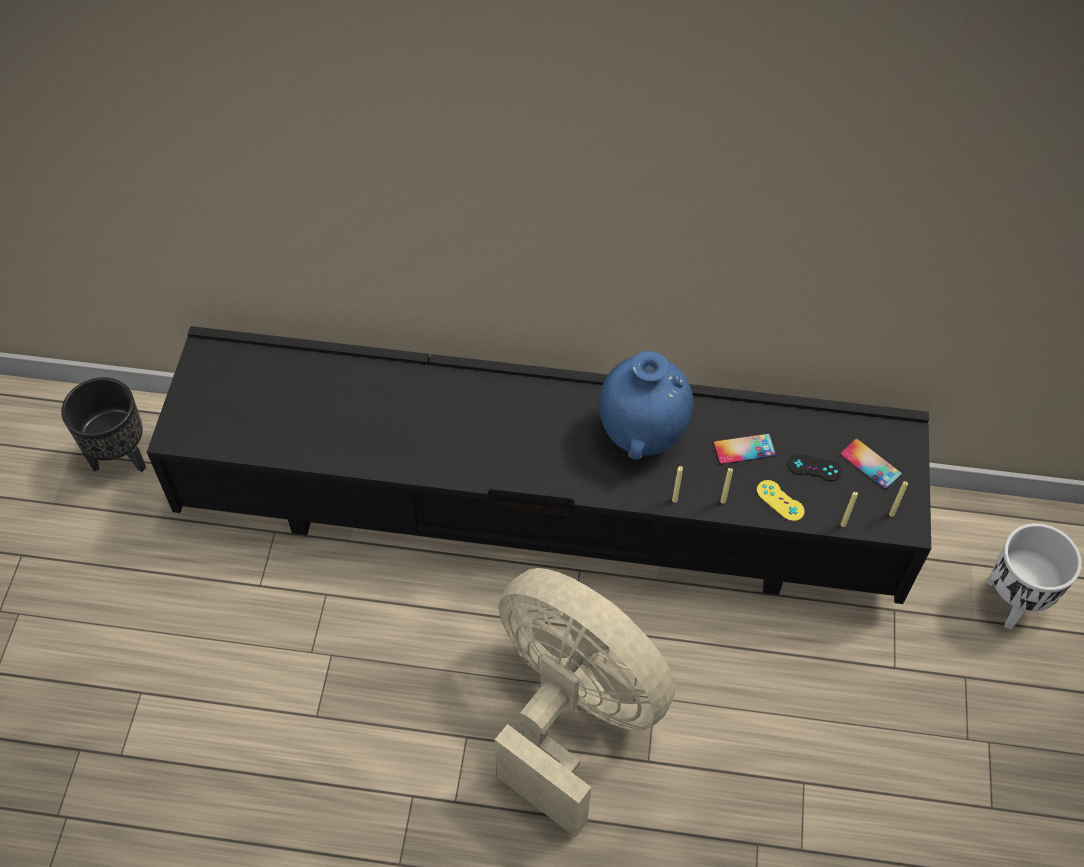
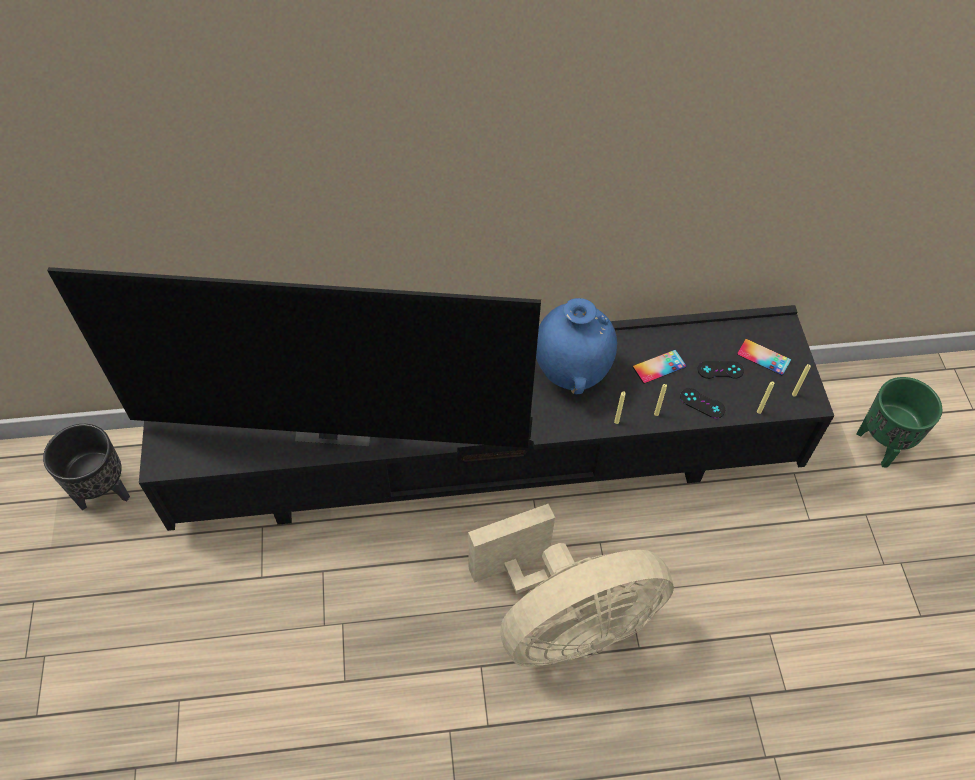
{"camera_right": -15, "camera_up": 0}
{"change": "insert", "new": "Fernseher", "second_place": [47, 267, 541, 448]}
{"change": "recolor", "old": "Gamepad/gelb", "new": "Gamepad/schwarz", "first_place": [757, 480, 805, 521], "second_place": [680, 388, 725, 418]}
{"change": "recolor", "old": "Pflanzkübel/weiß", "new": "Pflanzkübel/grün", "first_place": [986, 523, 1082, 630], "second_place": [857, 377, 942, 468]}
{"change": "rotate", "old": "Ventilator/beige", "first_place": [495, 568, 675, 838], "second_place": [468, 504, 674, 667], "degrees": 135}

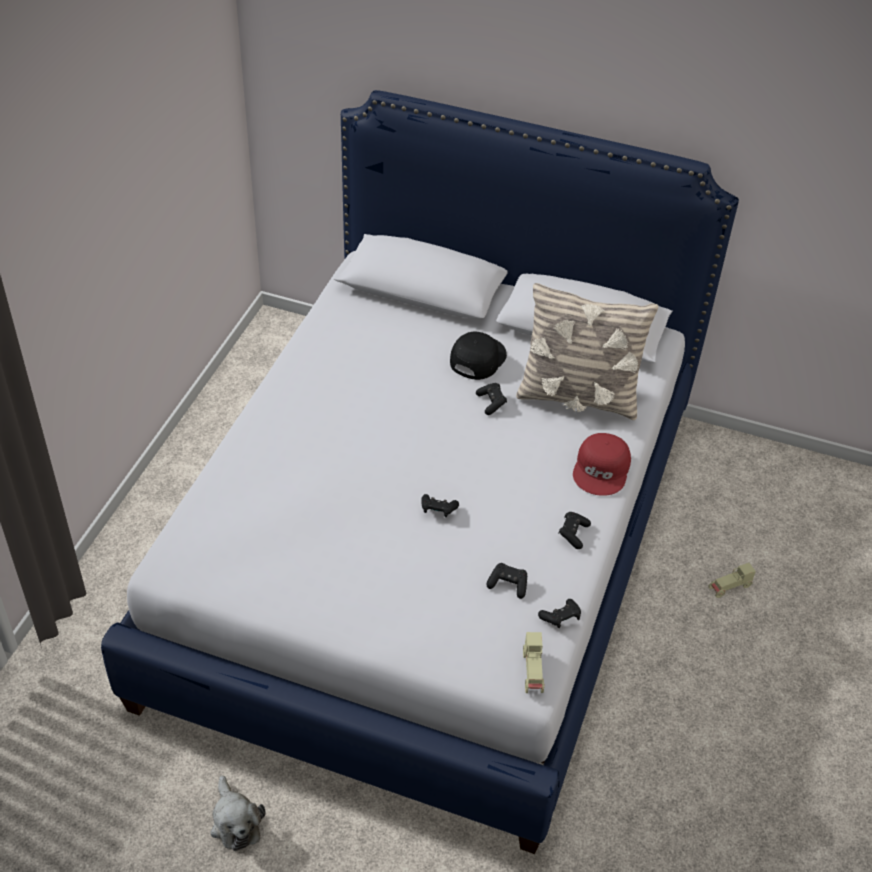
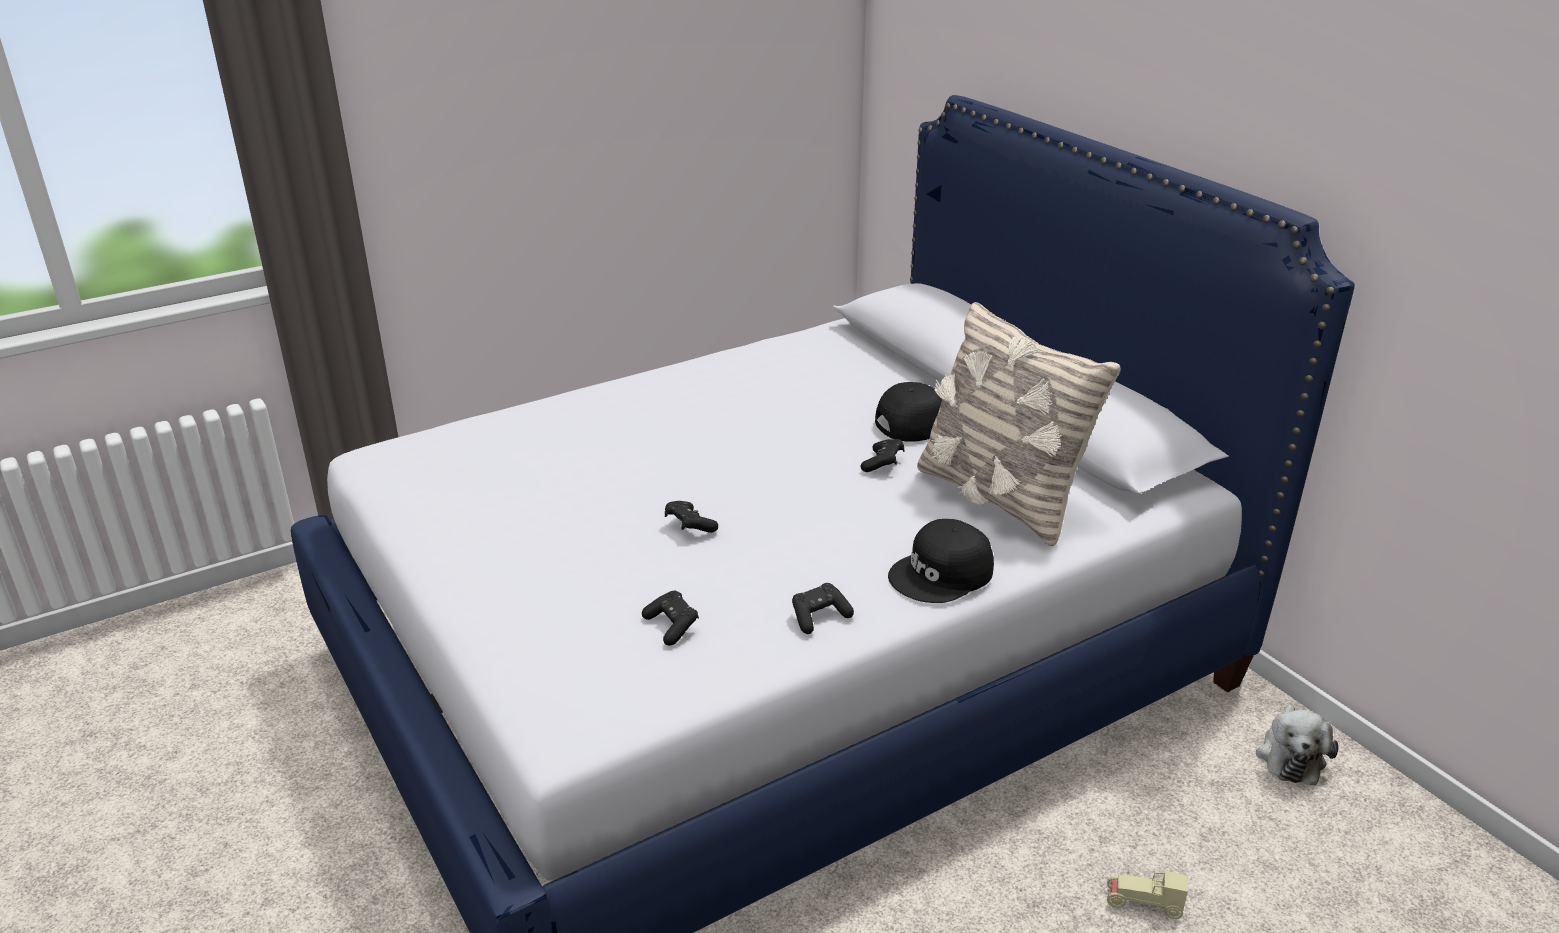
{"camera_right": 40, "camera_up": -15}
{"change": "delete", "old": "Spielzeugauto/beige", "first_place": [523, 632, 545, 693]}
{"change": "delete", "old": "Gamepad/schwarz", "first_place": [538, 599, 581, 628]}
{"change": "move", "old": "Plüschtier", "first_place": [211, 775, 266, 851], "second_place": [1256, 704, 1338, 785]}
{"change": "recolor", "old": "Kappe/rot", "new": "Kappe/schwarz", "first_place": [573, 433, 631, 496], "second_place": [888, 519, 994, 603]}

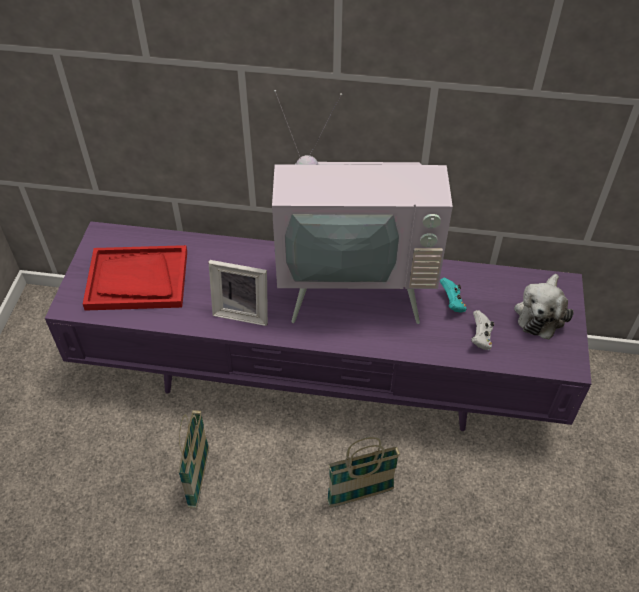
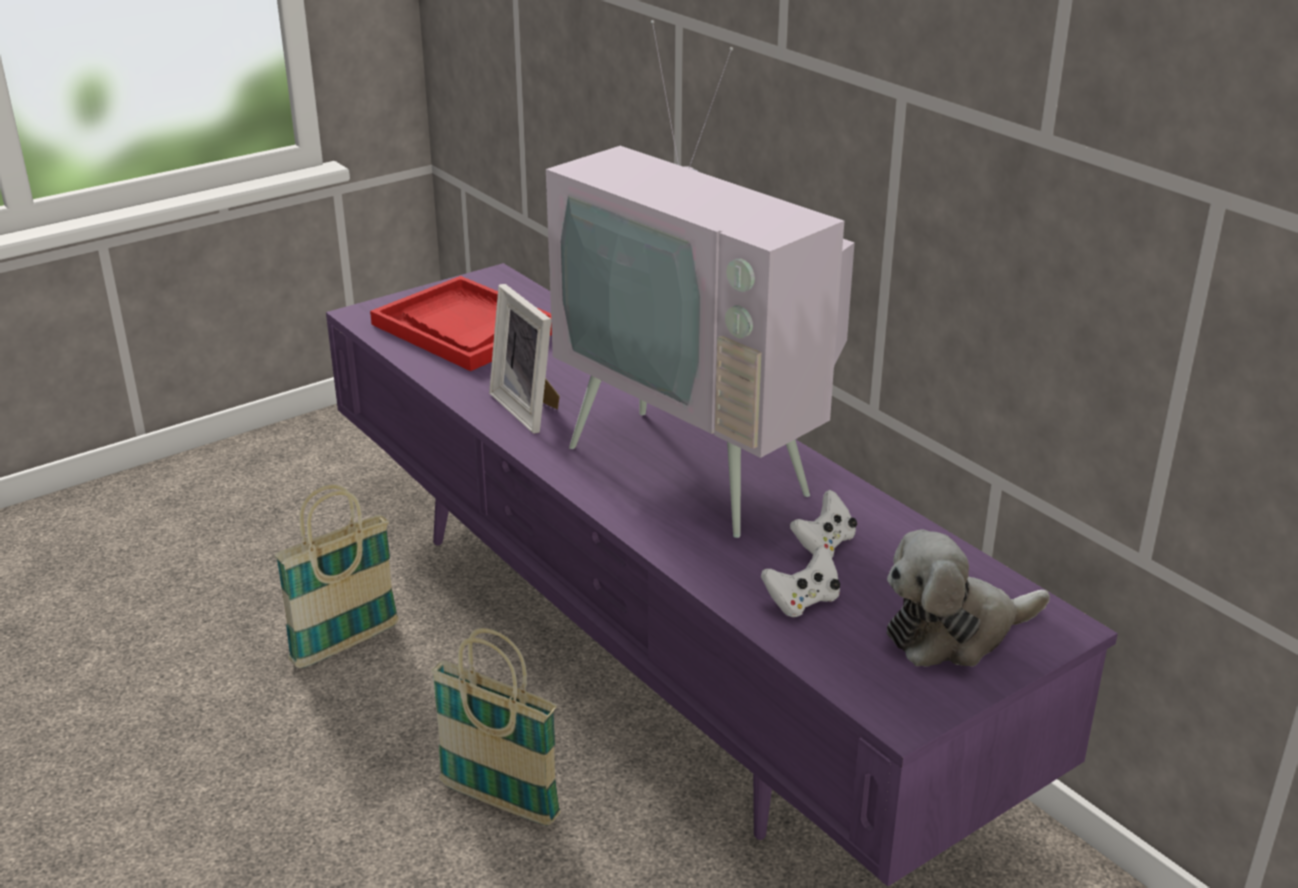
{"camera_right": 45, "camera_up": -20}
{"change": "recolor", "old": "Gamepad/türkis", "new": "Gamepad/weiß", "first_place": [440, 278, 467, 313], "second_place": [790, 490, 857, 557]}

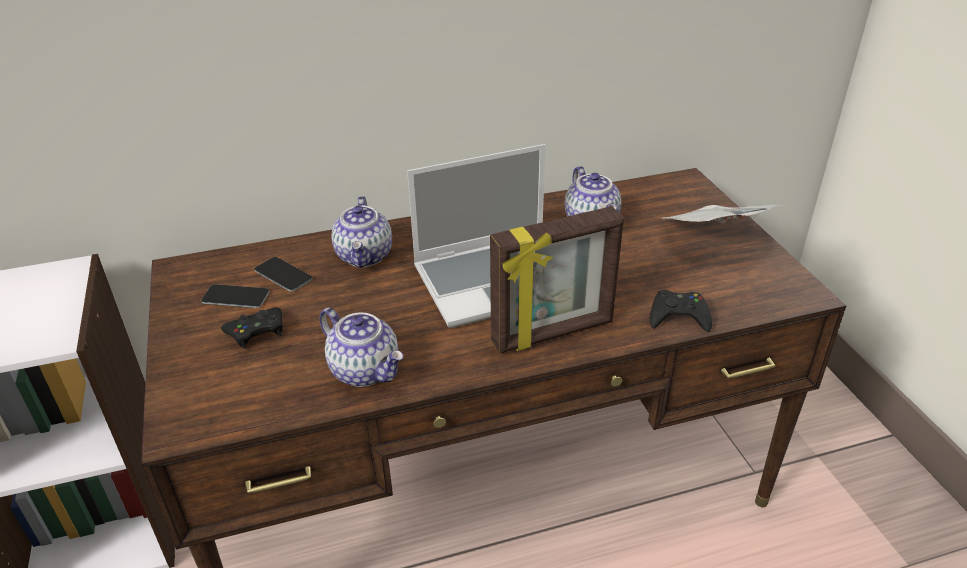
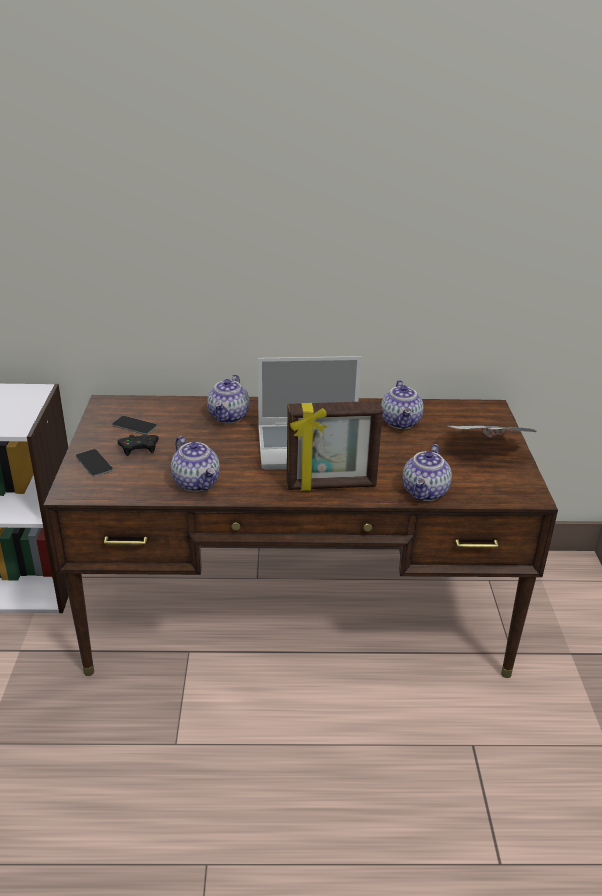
{"camera_right": 15, "camera_up": -5}
{"change": "move", "old": "Handy", "first_place": [254, 257, 312, 292], "second_place": [76, 449, 113, 476]}
{"change": "replace", "old": "Gamepad/schwarz", "new": "Teekanne", "first_place": [650, 290, 712, 332], "second_place": [403, 444, 452, 501]}

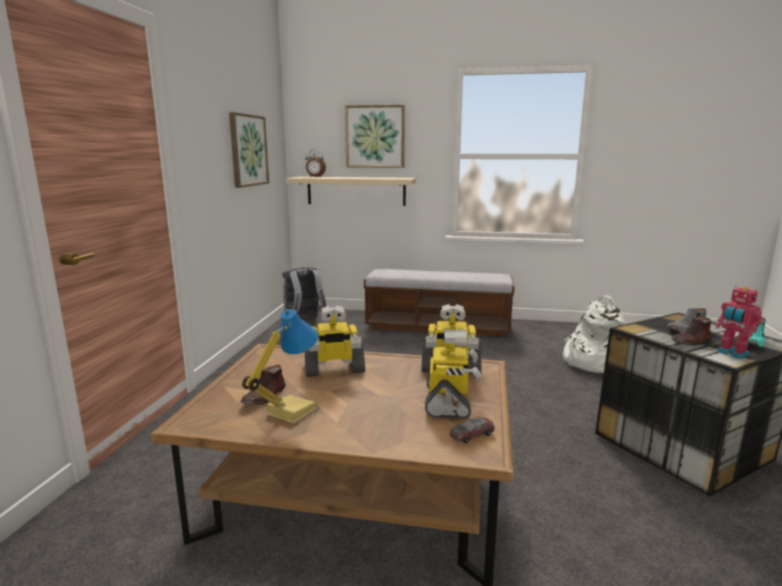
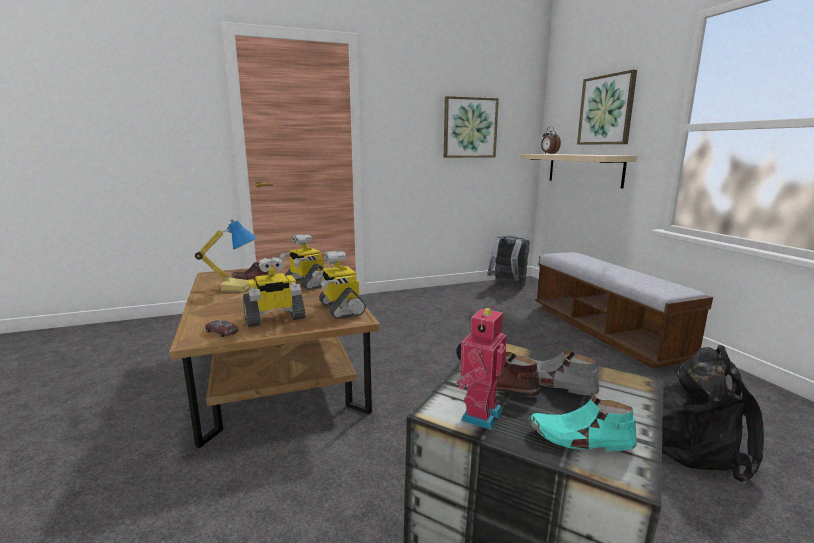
{"camera_right": 60, "camera_up": 0}
{"change": "recolor", "old": "Rucksack/weiß", "new": "Rucksack/schwarz", "first_place": [563, 296, 626, 373], "second_place": [662, 345, 764, 482]}

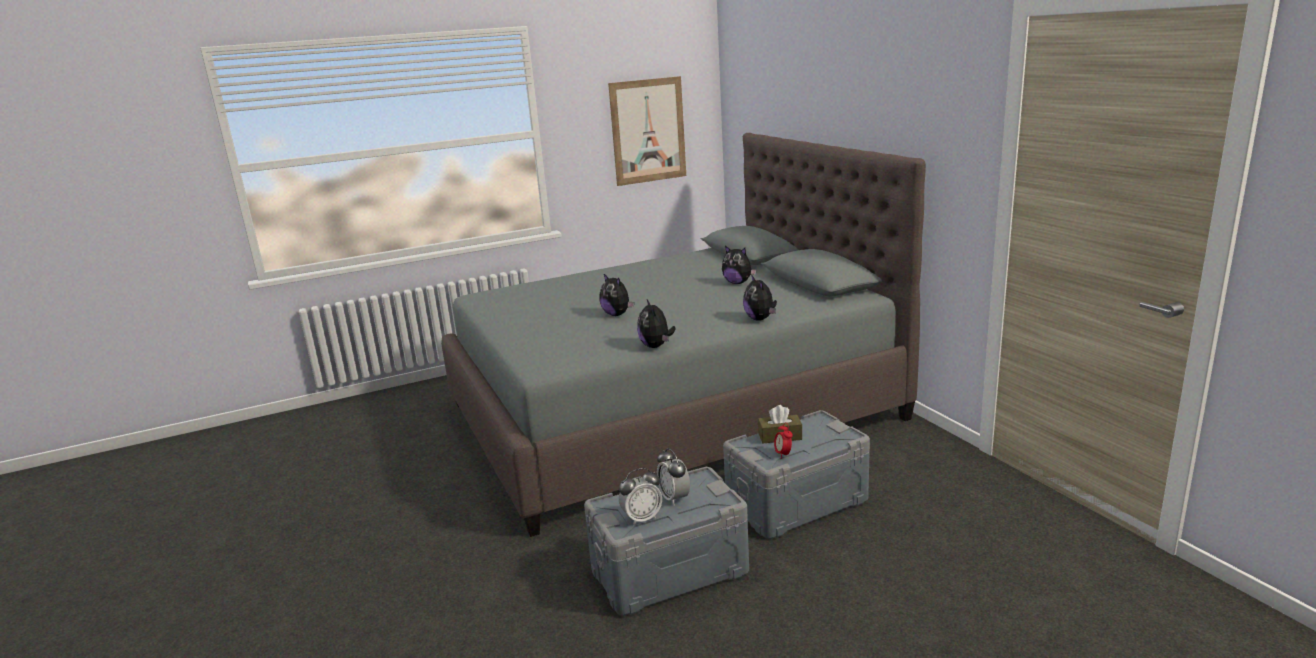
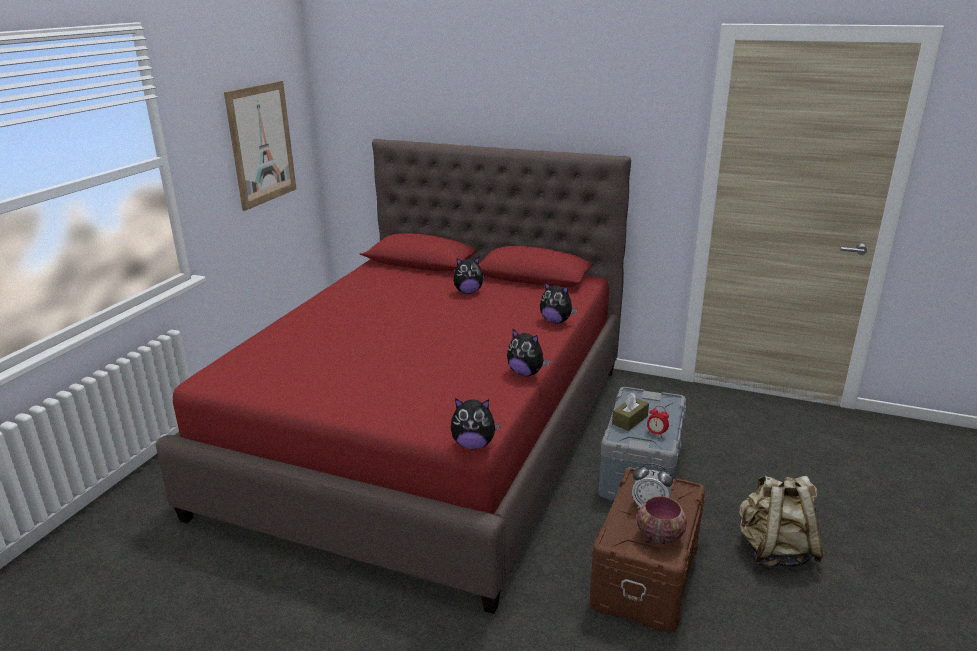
{"camera_right": -45, "camera_up": 5}
{"change": "insert", "new": "Rucksack/beige", "second_place": [739, 476, 824, 567]}
{"change": "move", "old": "Plüschtier", "first_place": [599, 274, 634, 316], "second_place": [451, 398, 500, 449]}
{"change": "replace", "old": "Wecker", "new": "Schüssel", "first_place": [619, 468, 662, 525], "second_place": [637, 496, 687, 544]}
{"change": "recolor", "old": "Bett/grau", "new": "Bett/rot", "first_place": [441, 133, 926, 537], "second_place": [156, 139, 631, 614]}
{"change": "recolor", "old": "Aufbewahrungsbox/grau", "new": "Aufbewahrungsbox/braun", "first_place": [584, 467, 749, 615], "second_place": [590, 468, 705, 633]}

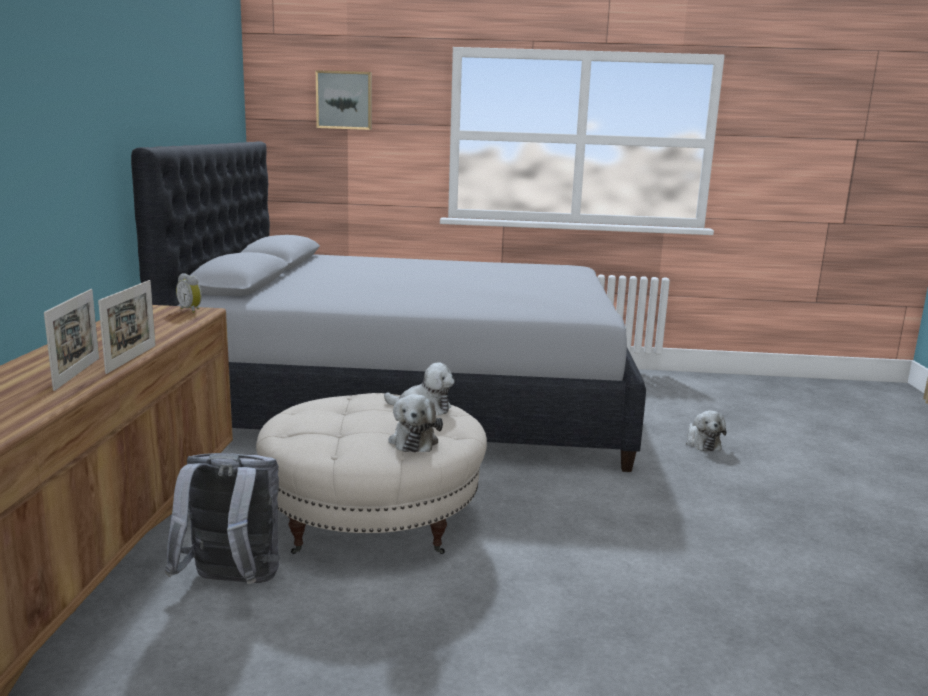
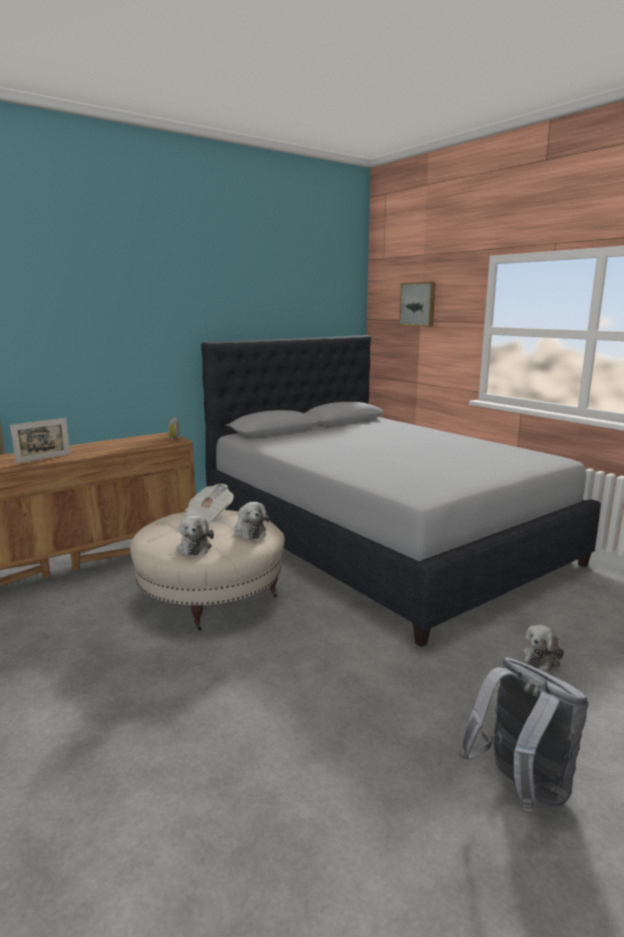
{"camera_right": 50, "camera_up": 0}
{"change": "delete", "old": "Bilderrahmen", "first_place": [98, 280, 156, 374]}
{"change": "insert", "new": "Zeitung", "second_place": [184, 484, 234, 525]}
{"change": "move", "old": "Rucksack/grau", "first_place": [165, 453, 280, 584], "second_place": [459, 657, 589, 812]}
{"change": "rotate", "old": "Plüschtier", "first_place": [388, 394, 443, 452], "second_place": [177, 515, 214, 556], "degrees": -60}

